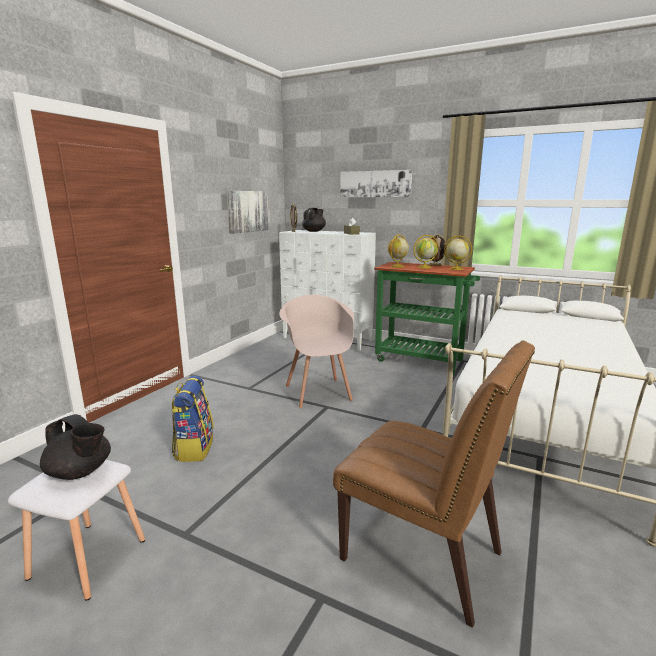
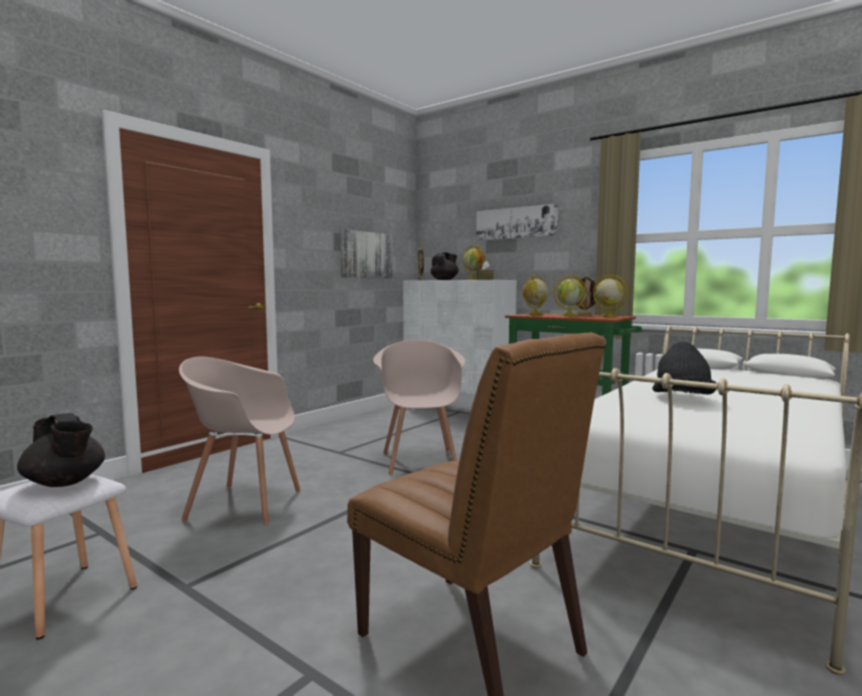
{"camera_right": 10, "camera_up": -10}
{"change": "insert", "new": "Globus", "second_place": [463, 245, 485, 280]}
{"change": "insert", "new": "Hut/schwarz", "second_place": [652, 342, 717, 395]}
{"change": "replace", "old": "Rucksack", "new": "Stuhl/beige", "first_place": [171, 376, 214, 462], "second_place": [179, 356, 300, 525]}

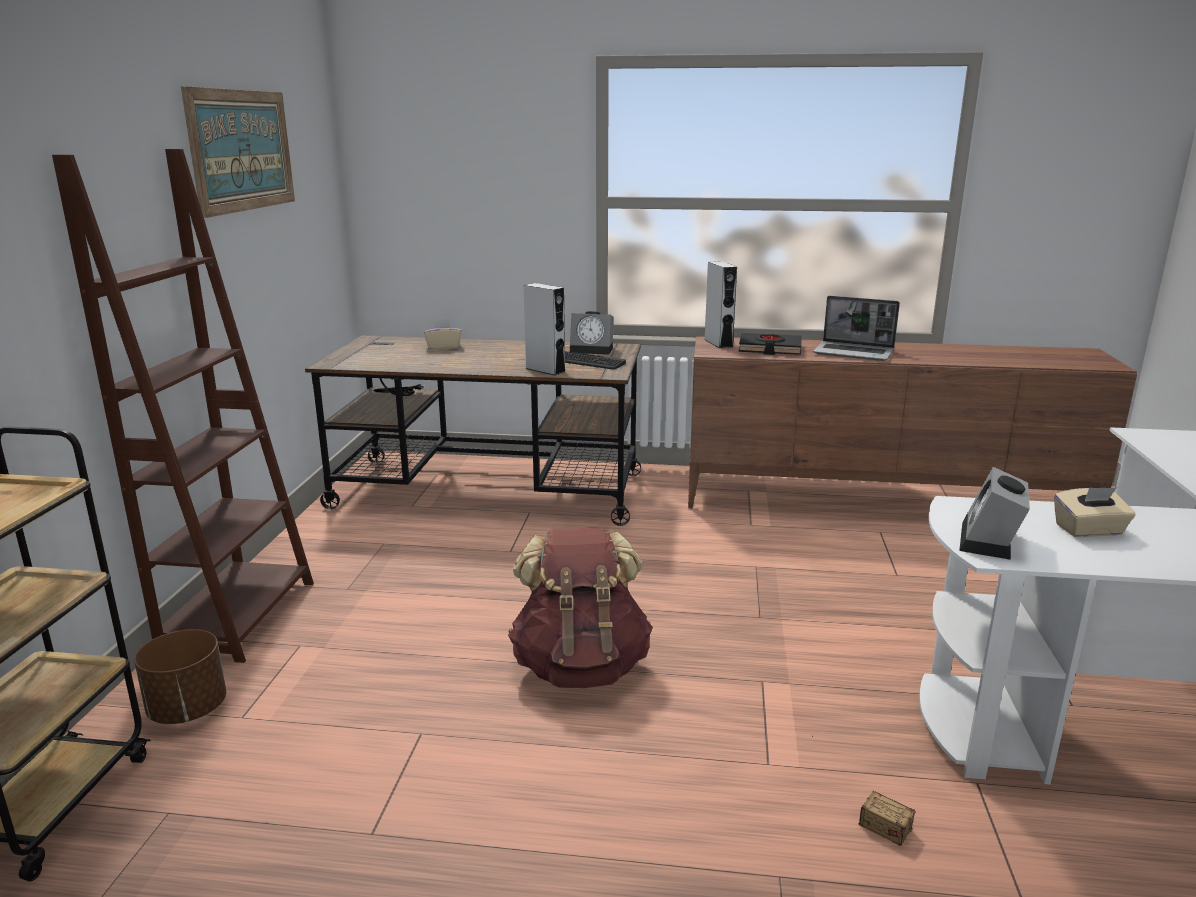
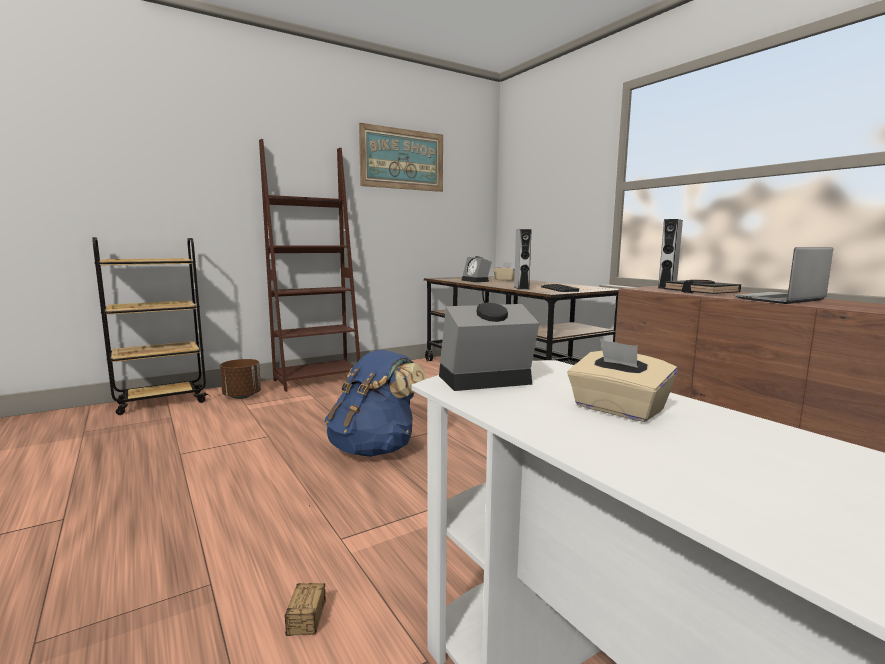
{"camera_right": 50, "camera_up": -10}
{"change": "move", "old": "Wecker", "first_place": [570, 311, 614, 355], "second_place": [461, 256, 492, 282]}
{"change": "recolor", "old": "Rucksack/braun", "new": "Rucksack/blau", "first_place": [508, 527, 653, 688], "second_place": [325, 350, 427, 457]}
{"change": "rotate", "old": "Laptop", "first_place": [813, 296, 900, 361], "second_place": [734, 247, 833, 304], "degrees": 75}

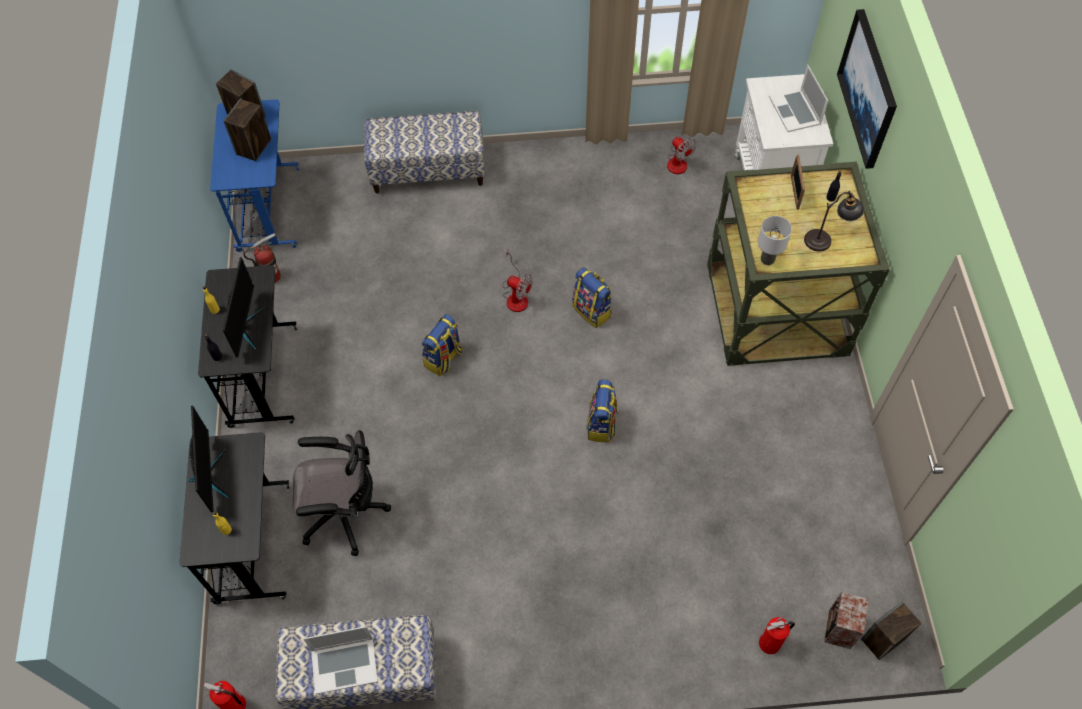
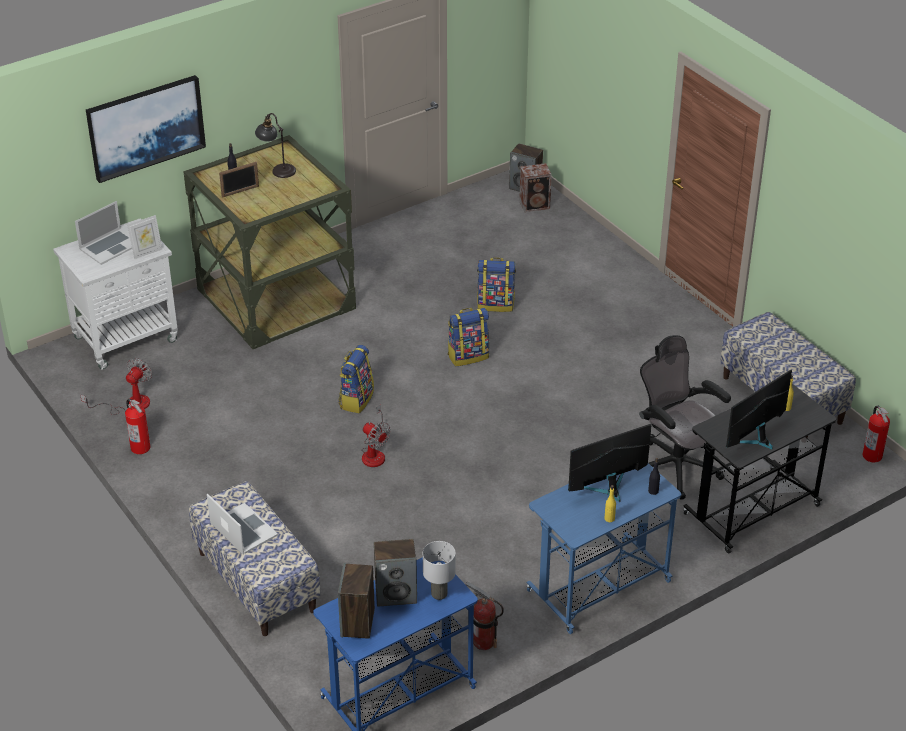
{"camera_right": -120, "camera_up": -20}
{"change": "insert", "new": "Bilderrahmen", "second_place": [127, 215, 162, 259]}
{"change": "move", "old": "Laptop", "first_place": [303, 626, 378, 694], "second_place": [207, 494, 278, 555]}
{"change": "move", "old": "Rucksack", "first_place": [422, 314, 463, 376], "second_place": [477, 257, 516, 312]}
{"change": "move", "old": "Tischlampe/weiß", "first_place": [758, 216, 792, 265], "second_place": [423, 541, 455, 600]}
{"change": "move", "old": "Feuerlöscher", "first_place": [759, 617, 795, 654], "second_place": [125, 399, 150, 454]}
{"change": "recolor", "old": "Schreibtisch/schwarz", "new": "Schreibtisch/blau", "first_place": [198, 265, 297, 428], "second_place": [527, 463, 681, 634]}
{"change": "rotate", "old": "Ventilator", "first_place": [502, 248, 533, 312], "second_place": [361, 404, 391, 467], "degrees": 135}

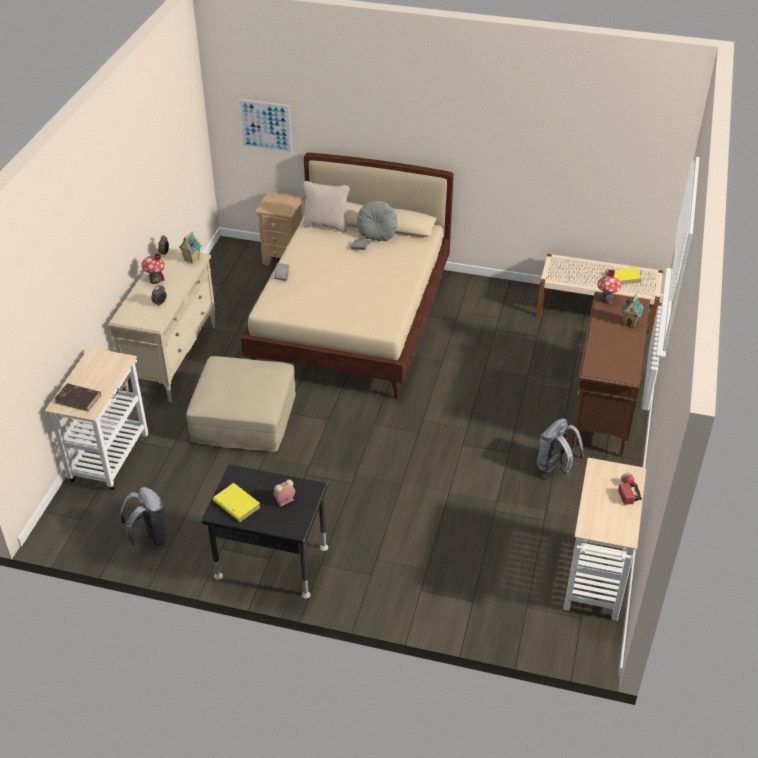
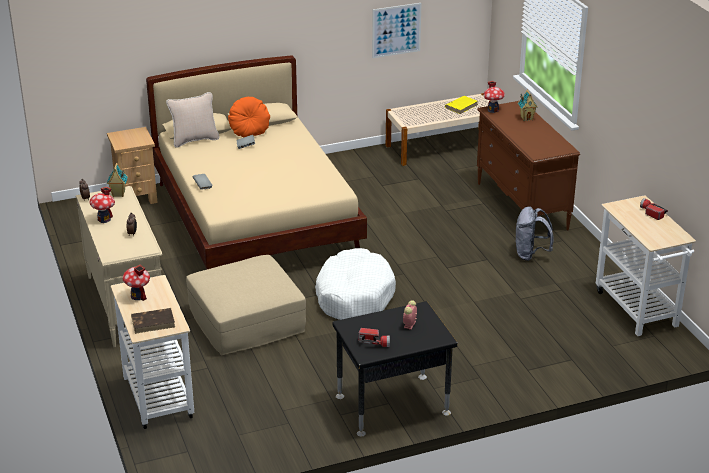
{"camera_right": -35, "camera_up": -10}
{"change": "delete", "old": "Rucksack/grau", "first_place": [120, 487, 169, 546]}
{"change": "insert", "new": "Spielzeughaus", "second_place": [122, 265, 150, 301]}
{"change": "insert", "new": "Hundebett/weiß", "second_place": [315, 248, 396, 320]}
{"change": "move", "old": "Bild", "first_place": [238, 99, 292, 154], "second_place": [372, 3, 421, 58]}
{"change": "replace", "old": "Buch/gelb", "new": "Taschenlampe", "first_place": [213, 483, 261, 522], "second_place": [358, 328, 390, 347]}
{"change": "recolor", "old": "Kissen/grau", "new": "Kissen/orange", "first_place": [357, 201, 398, 241], "second_place": [228, 97, 270, 137]}

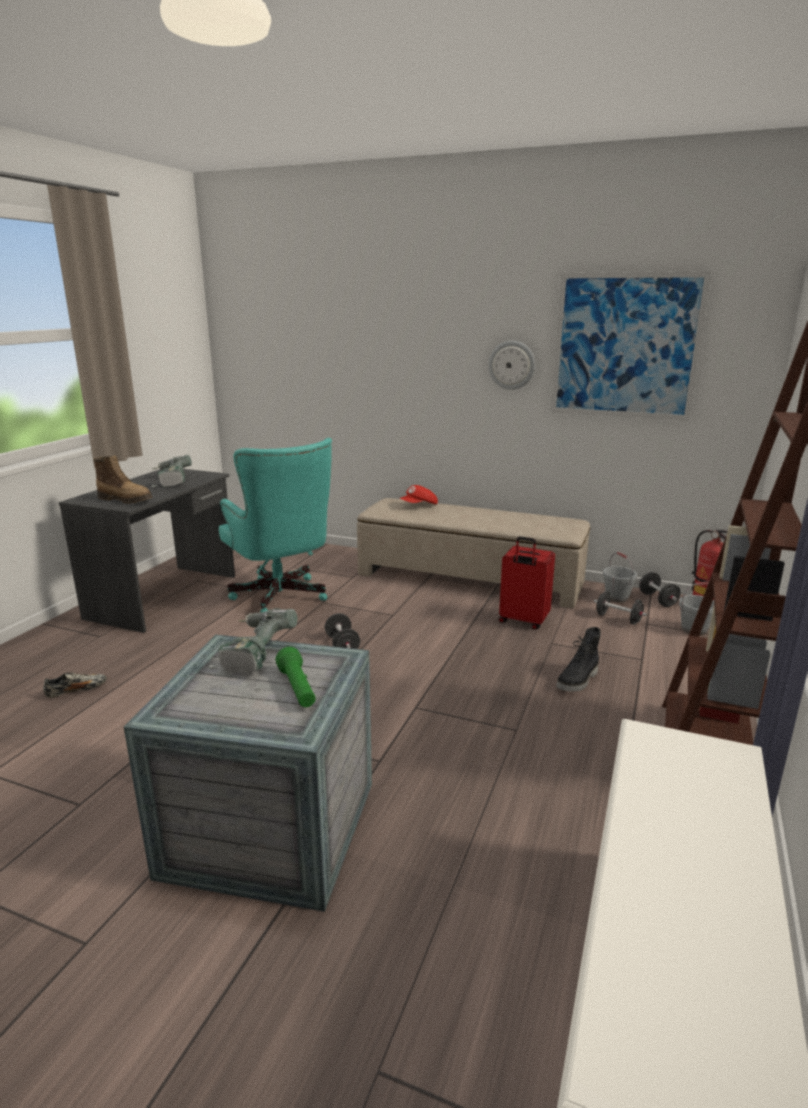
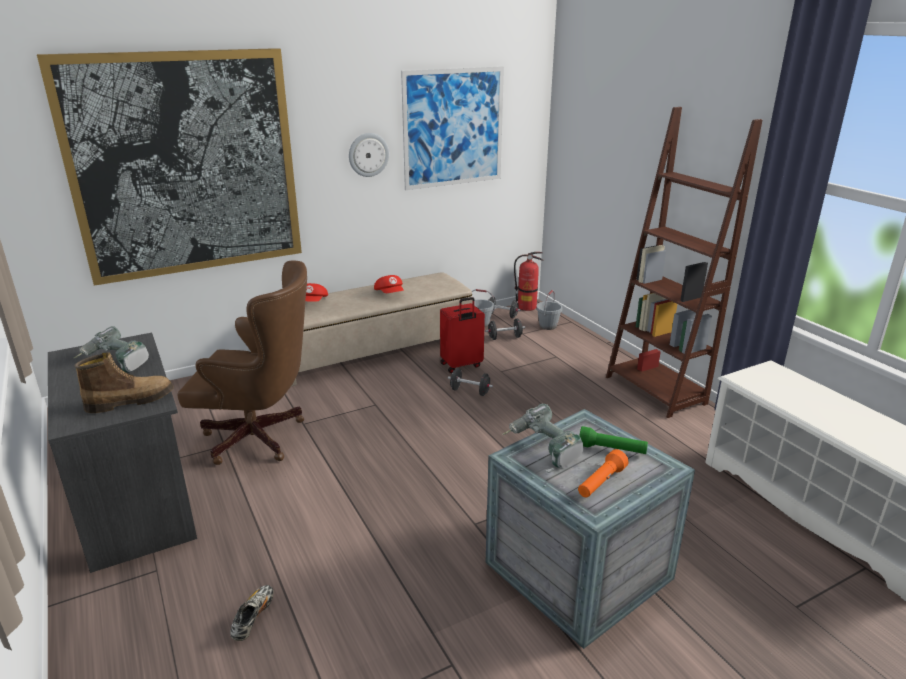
{"camera_right": -50, "camera_up": 5}
{"change": "delete", "old": "Stiefel/schwarz", "first_place": [556, 627, 601, 692]}
{"change": "insert", "new": "Bild", "second_place": [37, 48, 302, 286]}
{"change": "insert", "new": "Kappe/rot", "second_place": [374, 275, 404, 293]}
{"change": "insert", "new": "Taschenlampe/orange", "second_place": [578, 449, 629, 497]}
{"change": "move", "old": "Hantel/schwarz", "first_place": [325, 613, 360, 649], "second_place": [448, 368, 493, 396]}
{"change": "recolor", "old": "Bürostuhl/türkis", "new": "Bürostuhl/braun", "first_place": [219, 438, 332, 612], "second_place": [177, 260, 307, 465]}

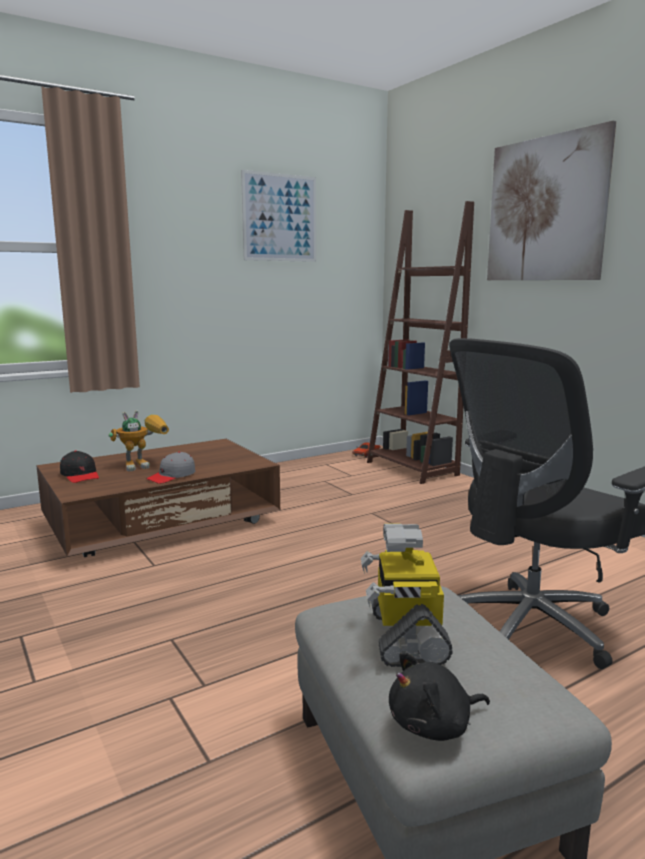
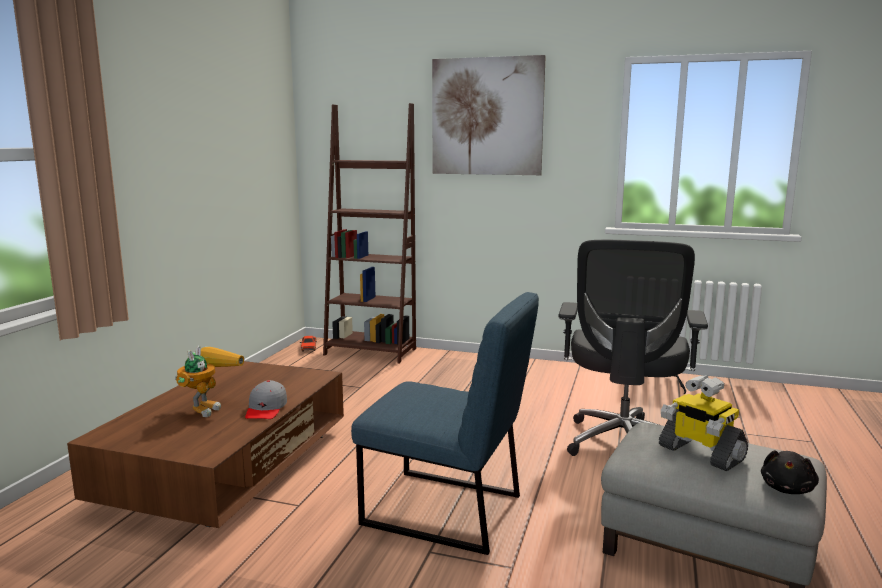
{"camera_right": -40, "camera_up": 0}
{"change": "delete", "old": "Kappe/schwarz", "first_place": [60, 451, 99, 483]}
{"change": "delete", "old": "Bild", "first_place": [241, 170, 316, 262]}
{"change": "insert", "new": "Stuhl/blau", "second_place": [351, 292, 539, 555]}

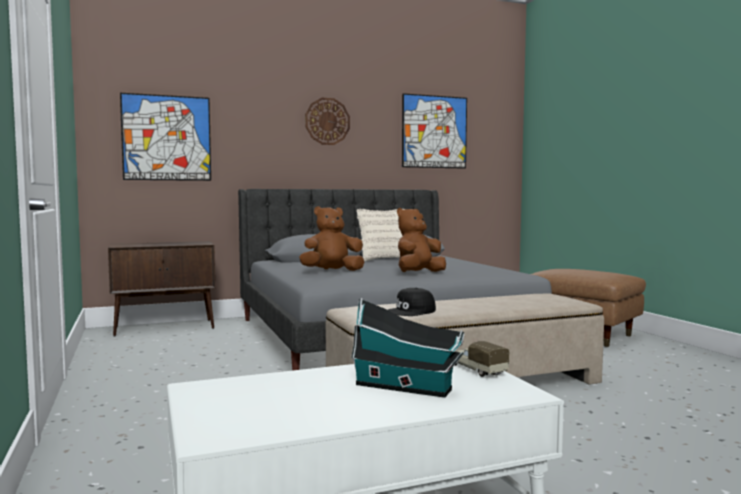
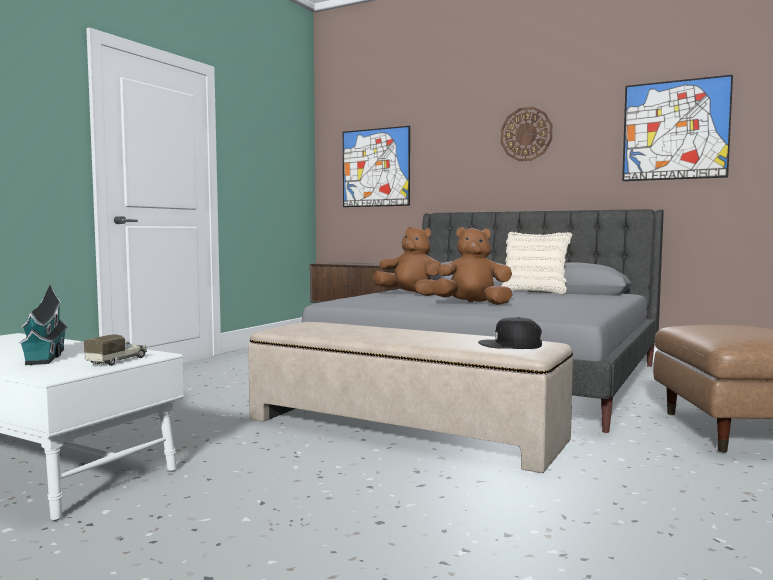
{"camera_right": 50, "camera_up": 0}
{"change": "move", "old": "Kappe/schwarz", "first_place": [388, 288, 436, 316], "second_place": [478, 317, 542, 349]}

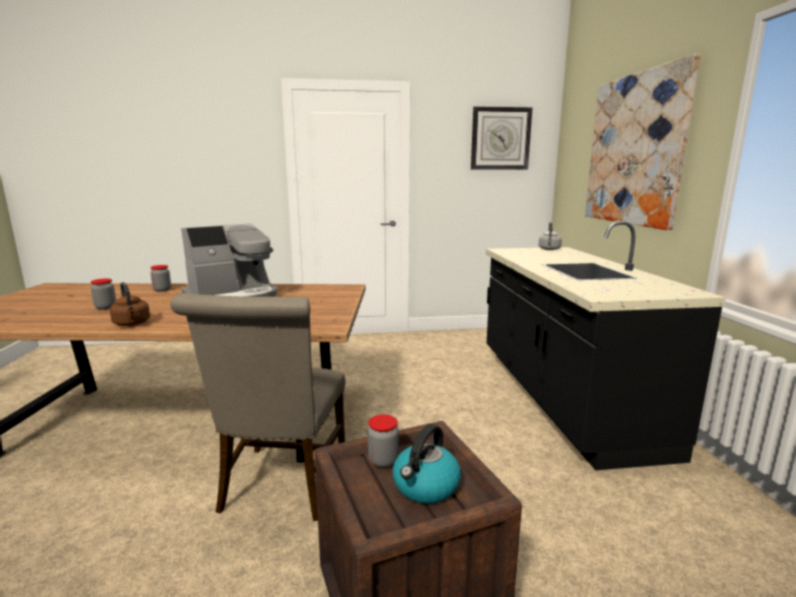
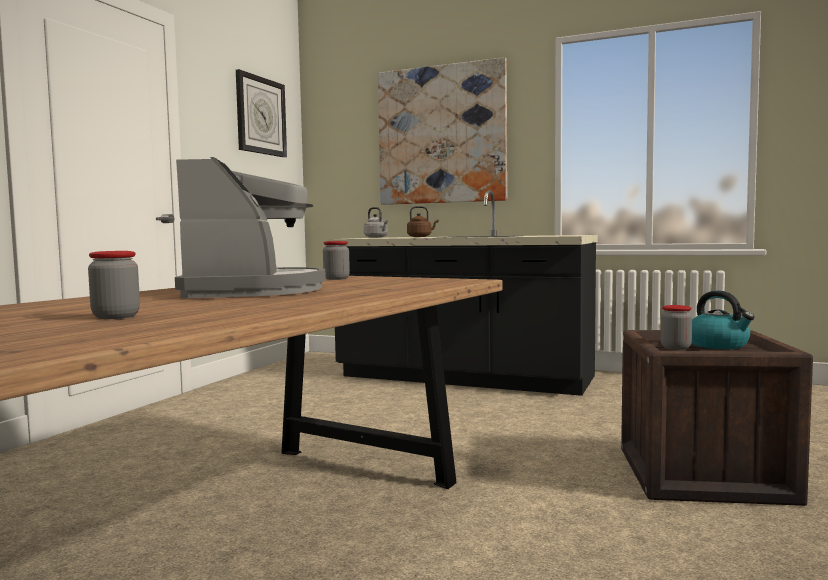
{"camera_right": -60, "camera_up": -10}
{"change": "delete", "old": "Stuhl/beige", "first_place": [170, 293, 345, 521]}
{"change": "move", "old": "Wasserkessel/braun", "first_place": [110, 282, 150, 326], "second_place": [407, 206, 439, 237]}
{"change": "move", "old": "Vorratsglas", "first_place": [150, 265, 171, 292], "second_place": [323, 241, 350, 280]}

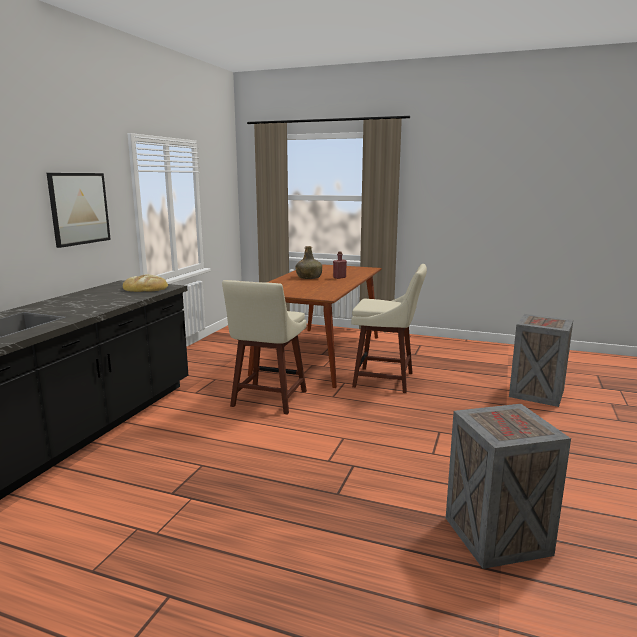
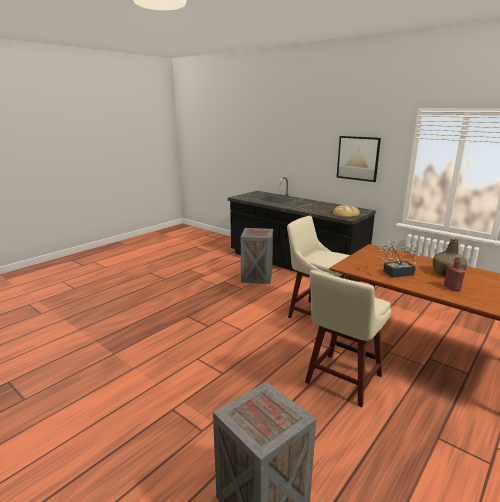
{"camera_right": 110, "camera_up": 5}
{"change": "insert", "new": "Topfpflanze", "second_place": [378, 239, 420, 278]}
{"change": "move", "old": "Kiste", "first_place": [446, 404, 571, 569], "second_place": [241, 228, 273, 284]}

